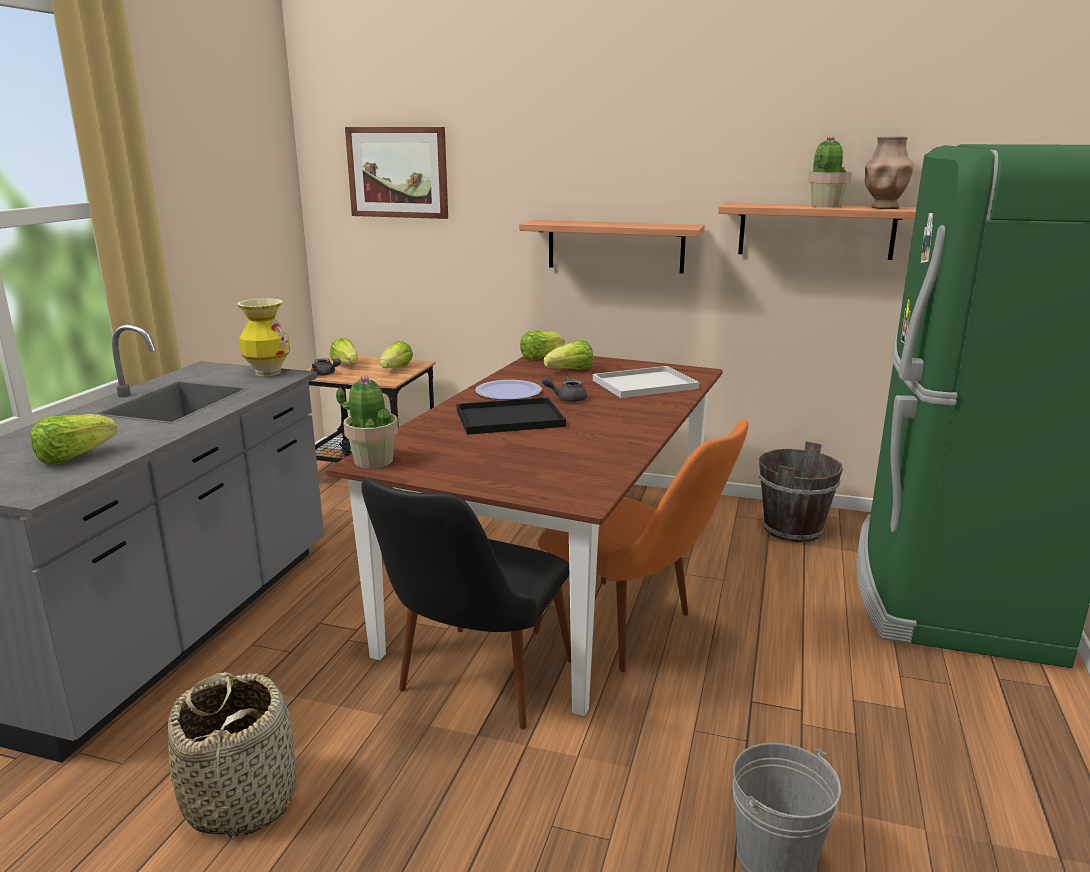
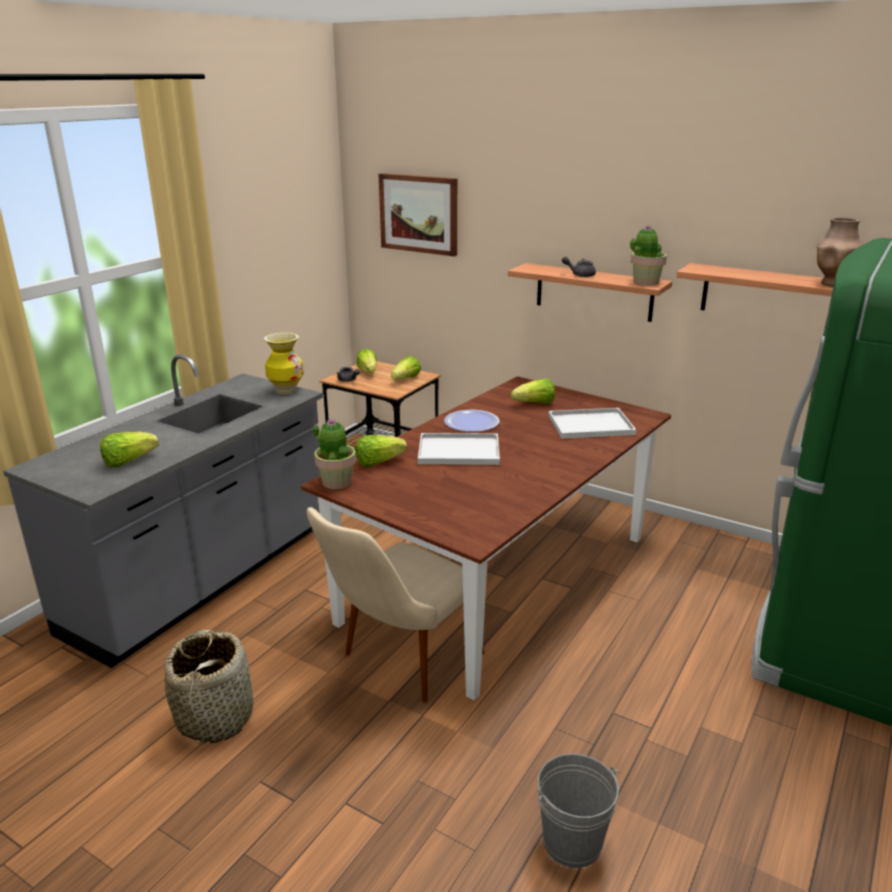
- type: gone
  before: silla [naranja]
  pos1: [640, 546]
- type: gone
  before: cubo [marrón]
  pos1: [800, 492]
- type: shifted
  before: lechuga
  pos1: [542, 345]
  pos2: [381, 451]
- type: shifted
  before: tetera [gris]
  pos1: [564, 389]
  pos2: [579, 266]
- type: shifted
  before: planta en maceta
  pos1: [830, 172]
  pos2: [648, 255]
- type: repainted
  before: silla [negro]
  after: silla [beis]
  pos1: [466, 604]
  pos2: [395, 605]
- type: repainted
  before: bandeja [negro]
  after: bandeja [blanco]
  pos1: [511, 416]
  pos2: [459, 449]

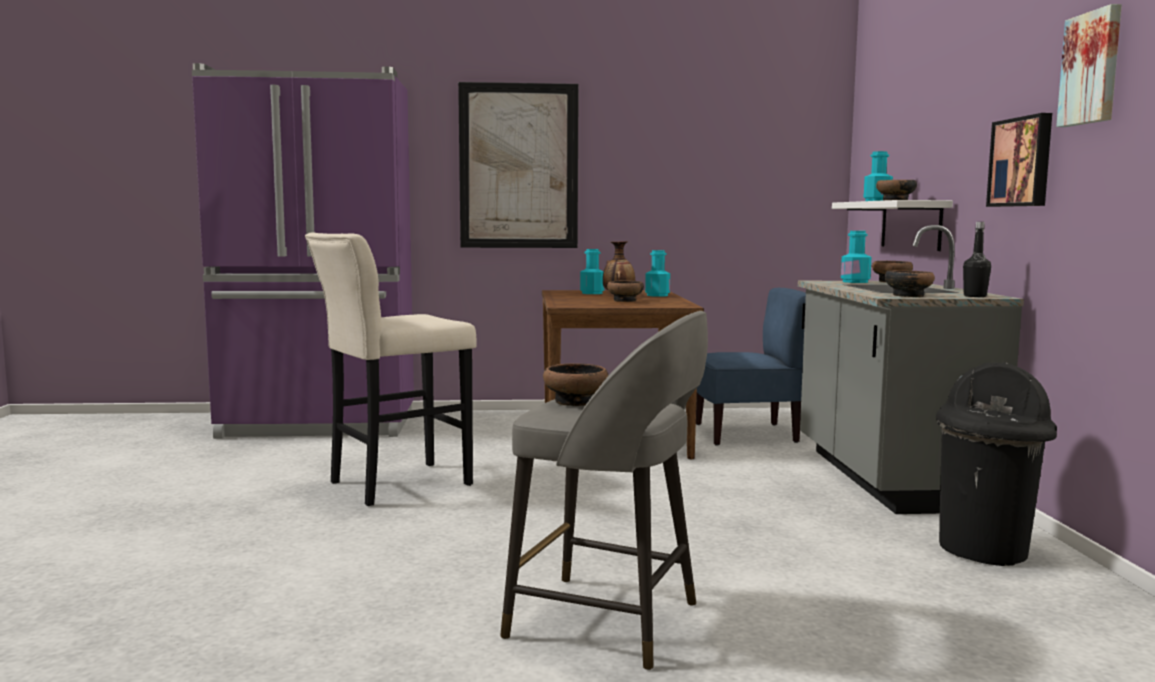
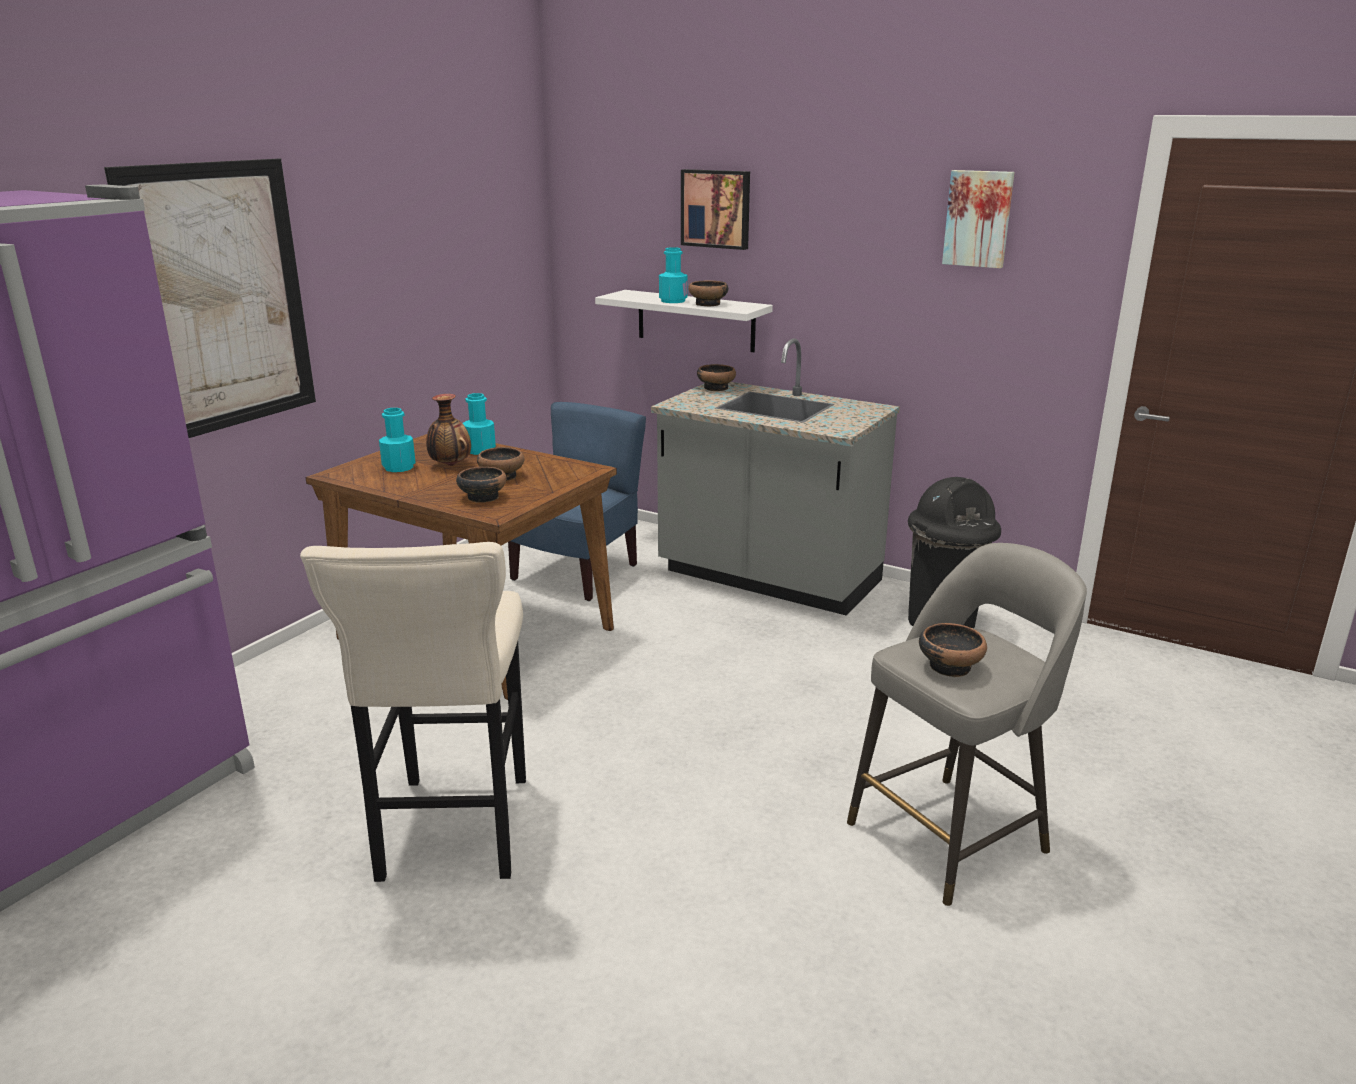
- type: gone
  before: botella [turquesa]
  pos1: [856, 257]
- type: gone
  before: botella [negro]
  pos1: [977, 259]
- type: shifted
  before: cuenco
  pos1: [909, 283]
  pos2: [481, 485]
- type: shifted
  before: cuadro
  pos1: [1019, 160]
  pos2: [715, 209]

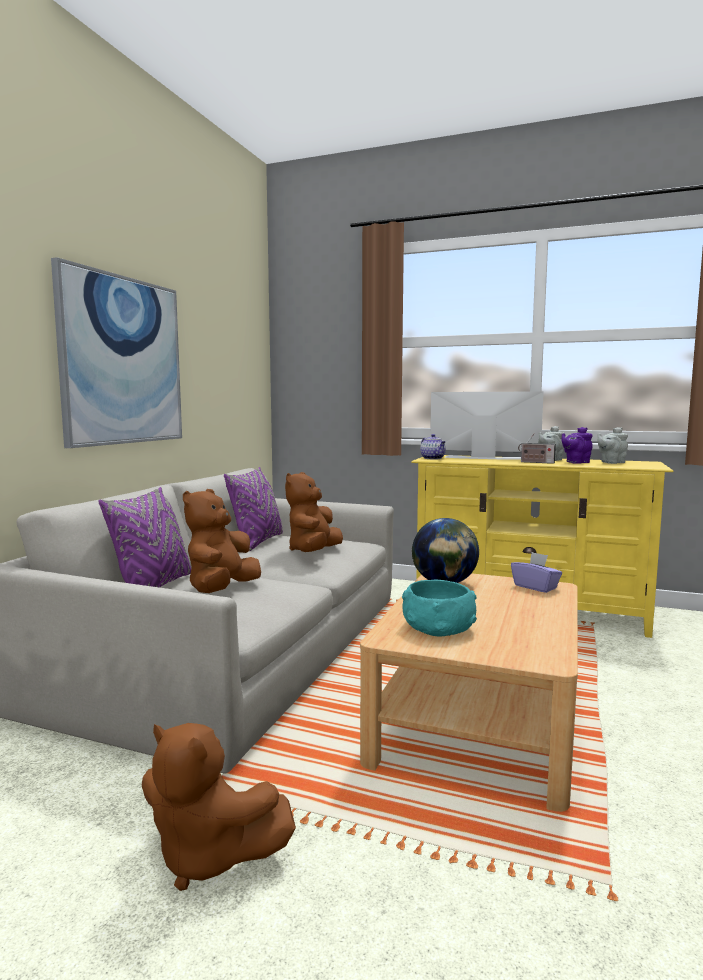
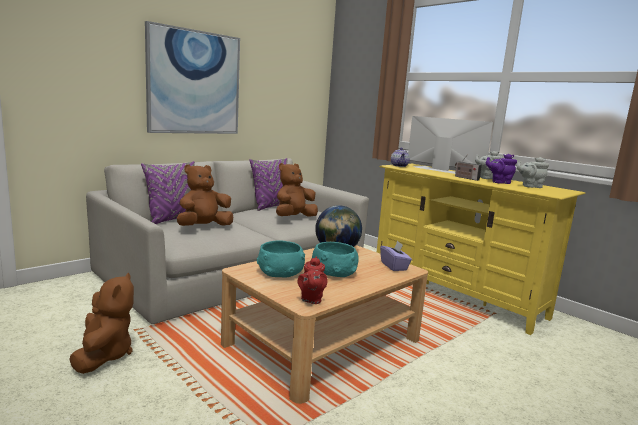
- type: new
  after: tetera [rojo]
  pos2: [313, 280]
- type: new
  after: cuenco [turquesa]
  pos2: [335, 259]
- type: rotated
  before: peluche [marrón]
  pos1: [219, 807]
  pos2: [101, 323]
  turn: -150

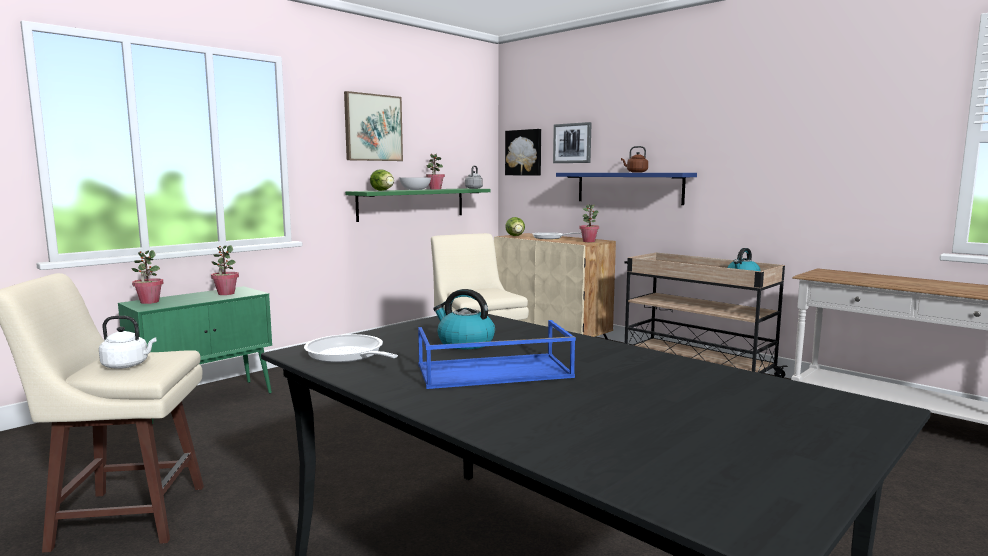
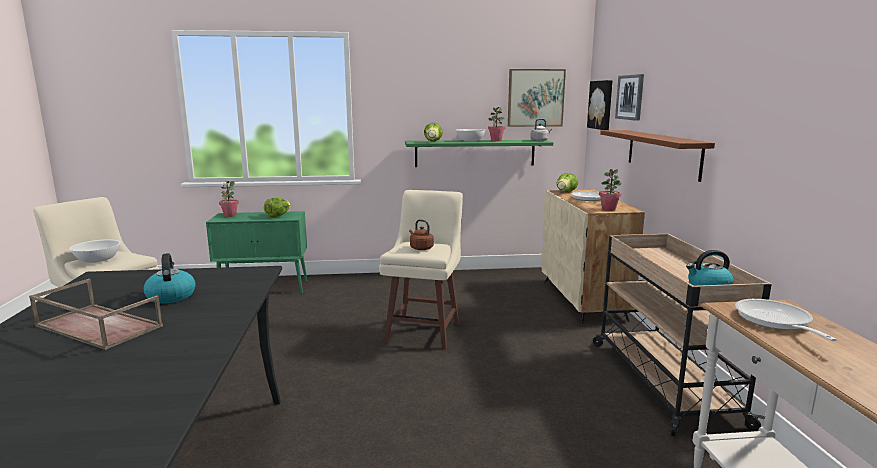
- type: shifted
  before: sartén
  pos1: [351, 348]
  pos2: [786, 320]
- type: shifted
  before: cuadro
  pos1: [373, 126]
  pos2: [537, 98]
- type: shifted
  before: hervidor [marrón]
  pos1: [634, 159]
  pos2: [421, 234]
- type: swapped
  before: hervidor [blanco]
  after: cuenco [blanco]
  pos1: [127, 342]
  pos2: [95, 251]
- type: swapped
  before: planta en maceta
  after: lechuga
  pos1: [225, 270]
  pos2: [277, 208]
- type: repainted
  before: bandeja [azul]
  after: bandeja [marrón]
  pos1: [497, 354]
  pos2: [96, 314]
- type: repainted
  before: estante [azul]
  after: estante [marrón]
  pos1: [626, 189]
  pos2: [657, 156]

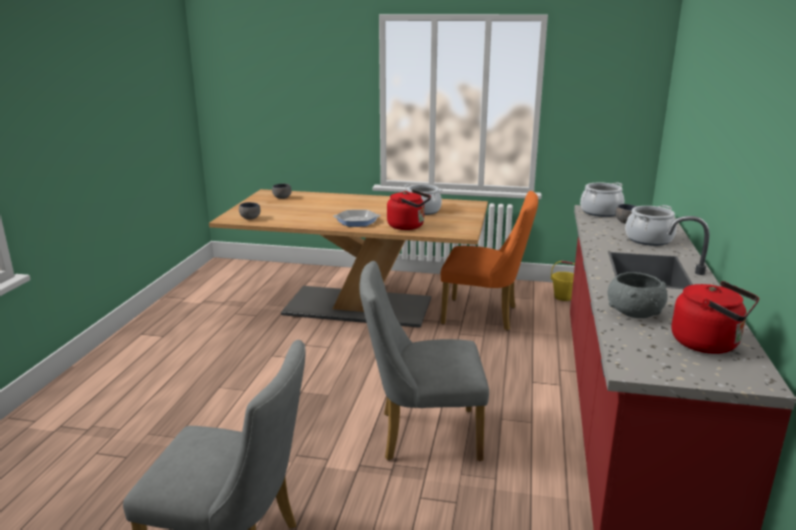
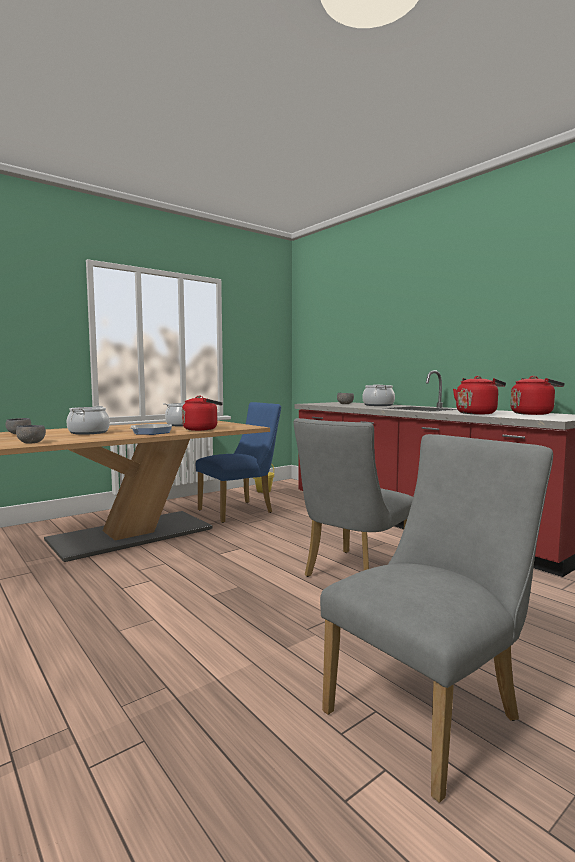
- type: shifted
  before: olla
  pos1: [602, 199]
  pos2: [88, 420]
- type: swapped
  before: cuenco [gris]
  after: hervidor [rojo]
  pos1: [638, 295]
  pos2: [479, 395]
- type: repainted
  before: silla [naranja]
  after: silla [azul]
  pos1: [489, 261]
  pos2: [238, 462]

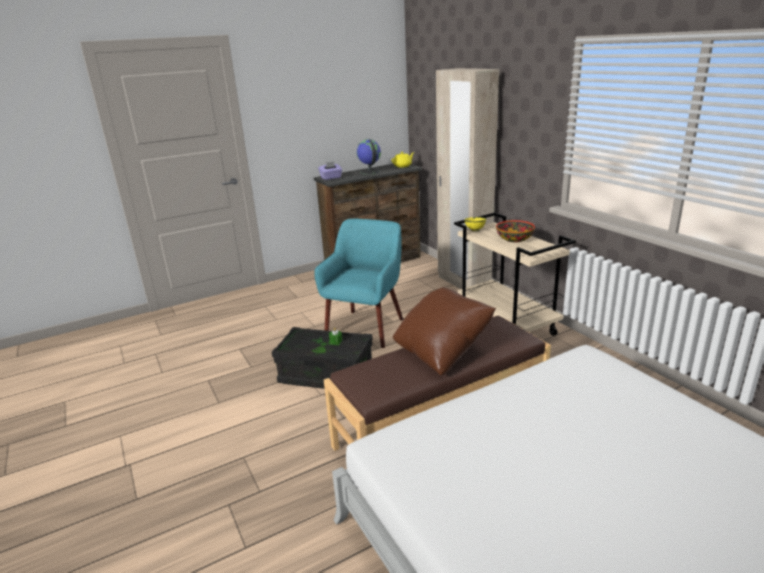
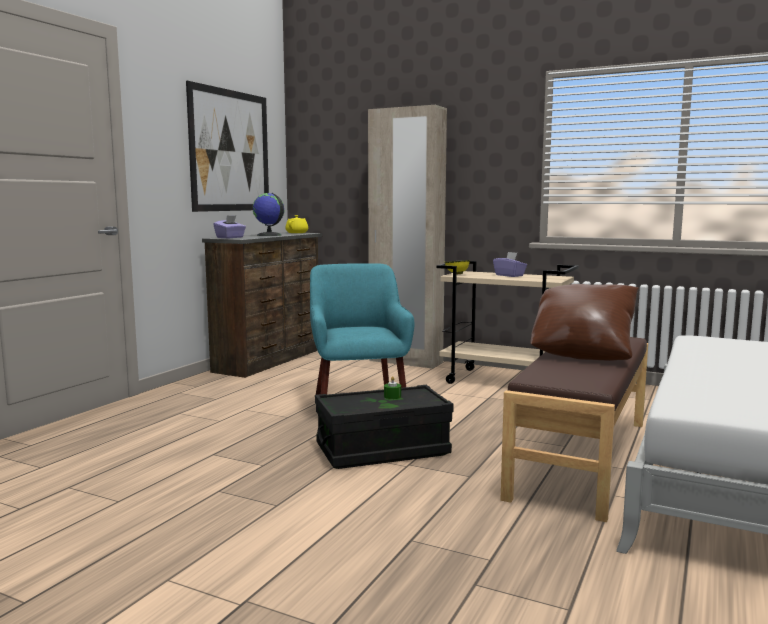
- type: new
  after: cuadro
  pos2: [227, 146]
- type: swapped
  before: cuenco
  after: caja de pañuelos [morado]
  pos1: [515, 231]
  pos2: [510, 264]

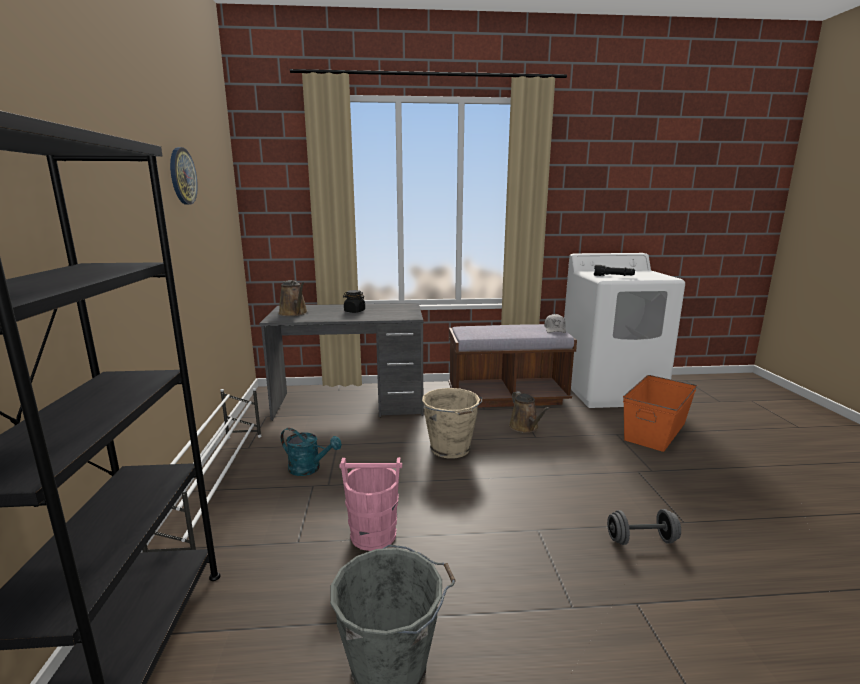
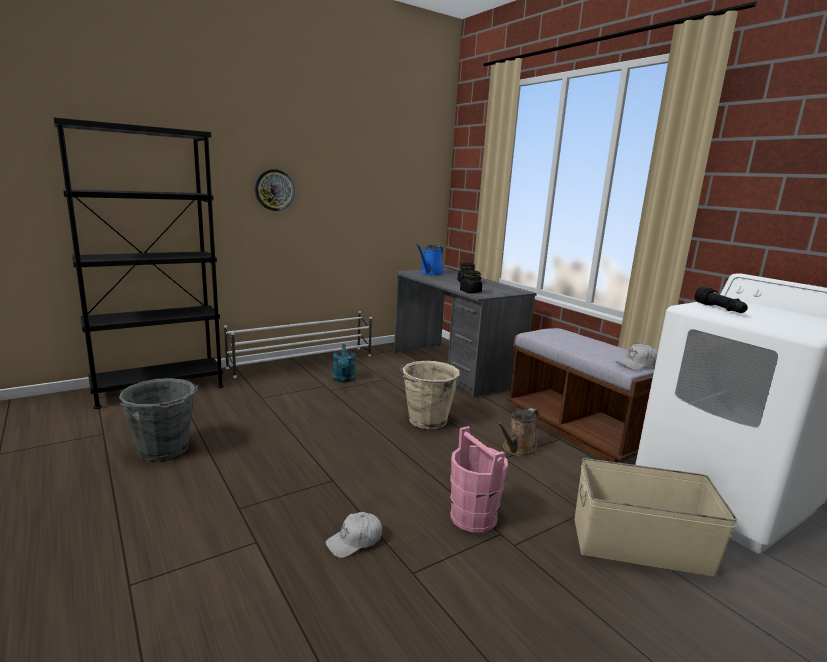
- type: new
  after: tarro [negro]
  pos2: [471, 281]
- type: shifted
  before: reloj de pared
  pos1: [184, 176]
  pos2: [275, 190]
- type: shifted
  before: cubo [rosa]
  pos1: [370, 504]
  pos2: [479, 479]
- type: swapped
  before: mancuerna [gris]
  after: gorra [blanco]
  pos1: [644, 527]
  pos2: [353, 535]
- type: repainted
  before: regadera [marrón]
  after: regadera [azul]
  pos1: [293, 298]
  pos2: [430, 259]
- type: repainted
  before: caja de almacenaje [naranja]
  after: caja de almacenaje [beis]
  pos1: [660, 413]
  pos2: [655, 517]

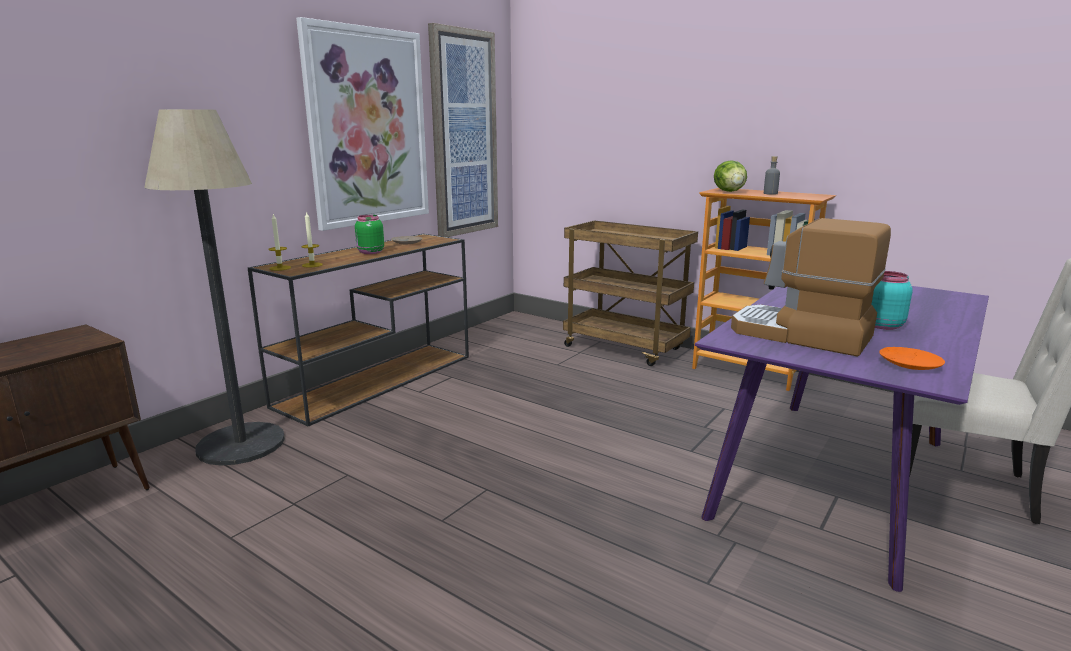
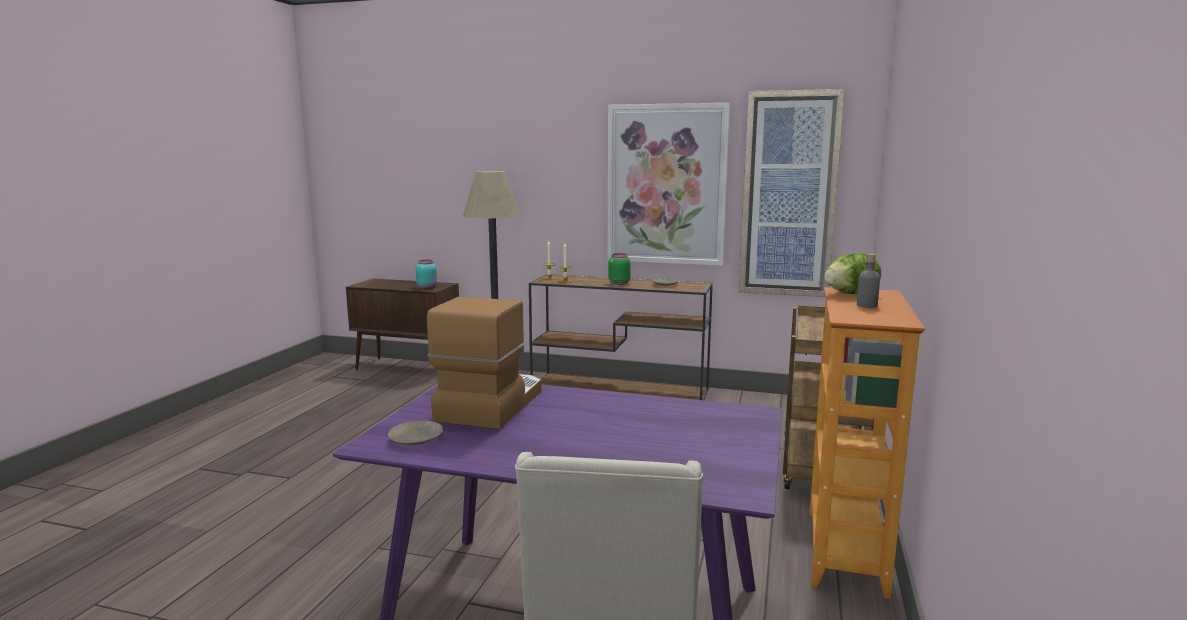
- type: shifted
  before: tarro [turquesa]
  pos1: [892, 300]
  pos2: [426, 274]
- type: repainted
  before: plato [naranja]
  after: plato [beis]
  pos1: [912, 358]
  pos2: [415, 433]

